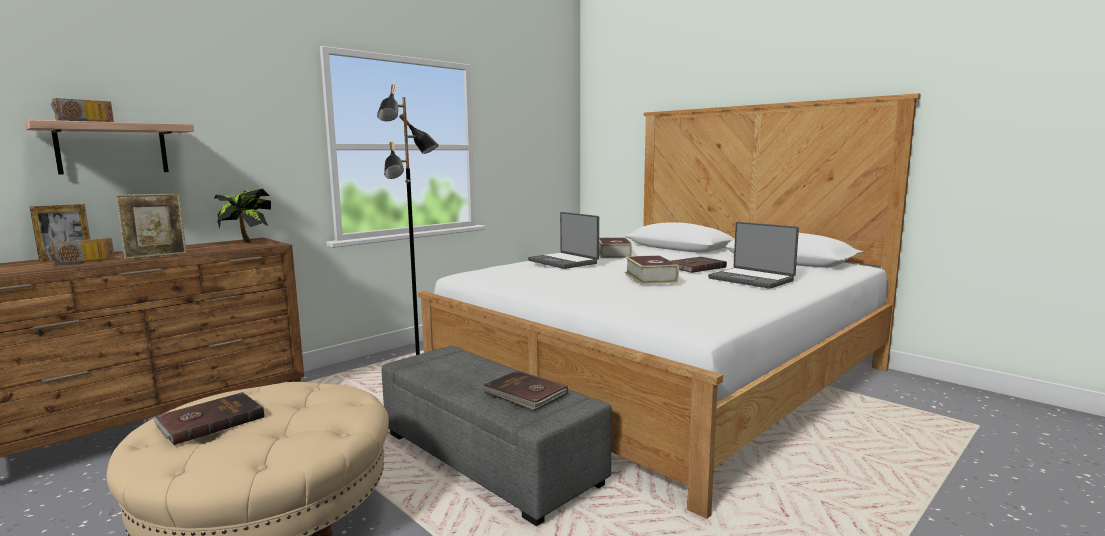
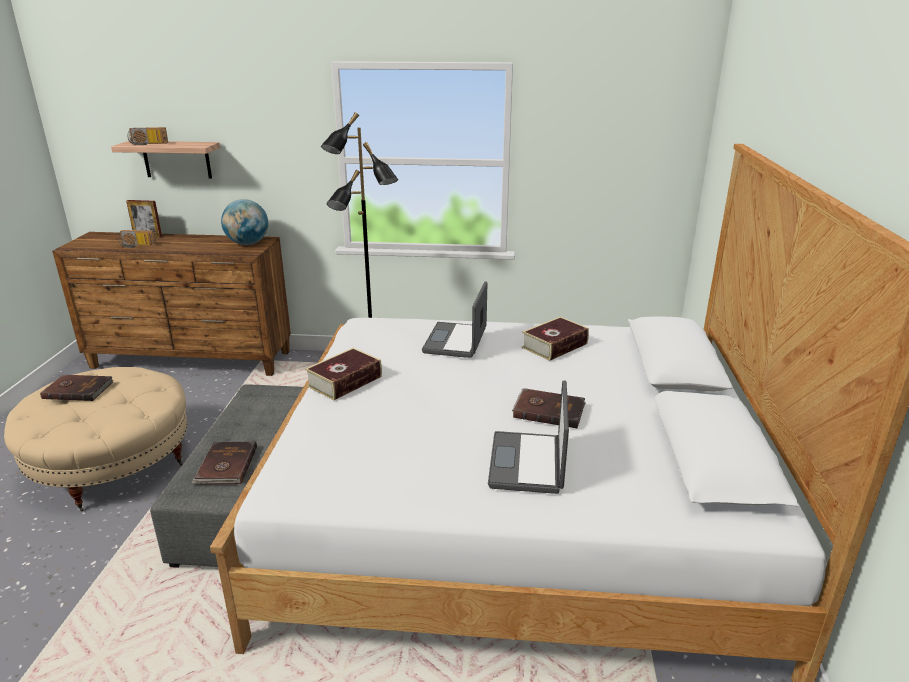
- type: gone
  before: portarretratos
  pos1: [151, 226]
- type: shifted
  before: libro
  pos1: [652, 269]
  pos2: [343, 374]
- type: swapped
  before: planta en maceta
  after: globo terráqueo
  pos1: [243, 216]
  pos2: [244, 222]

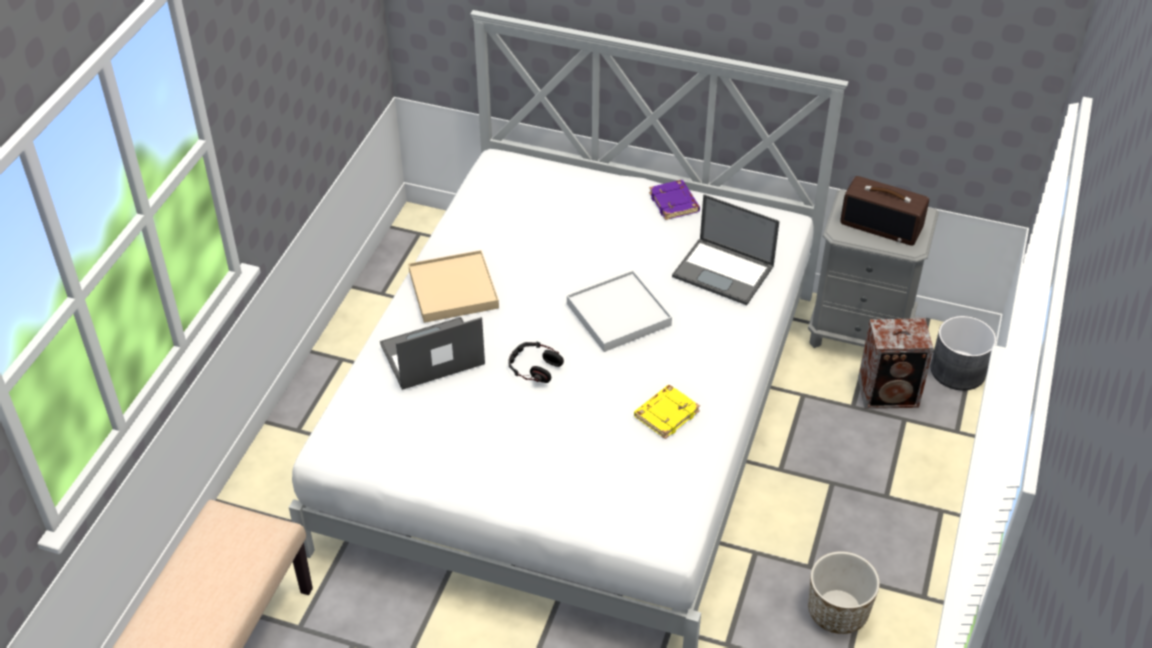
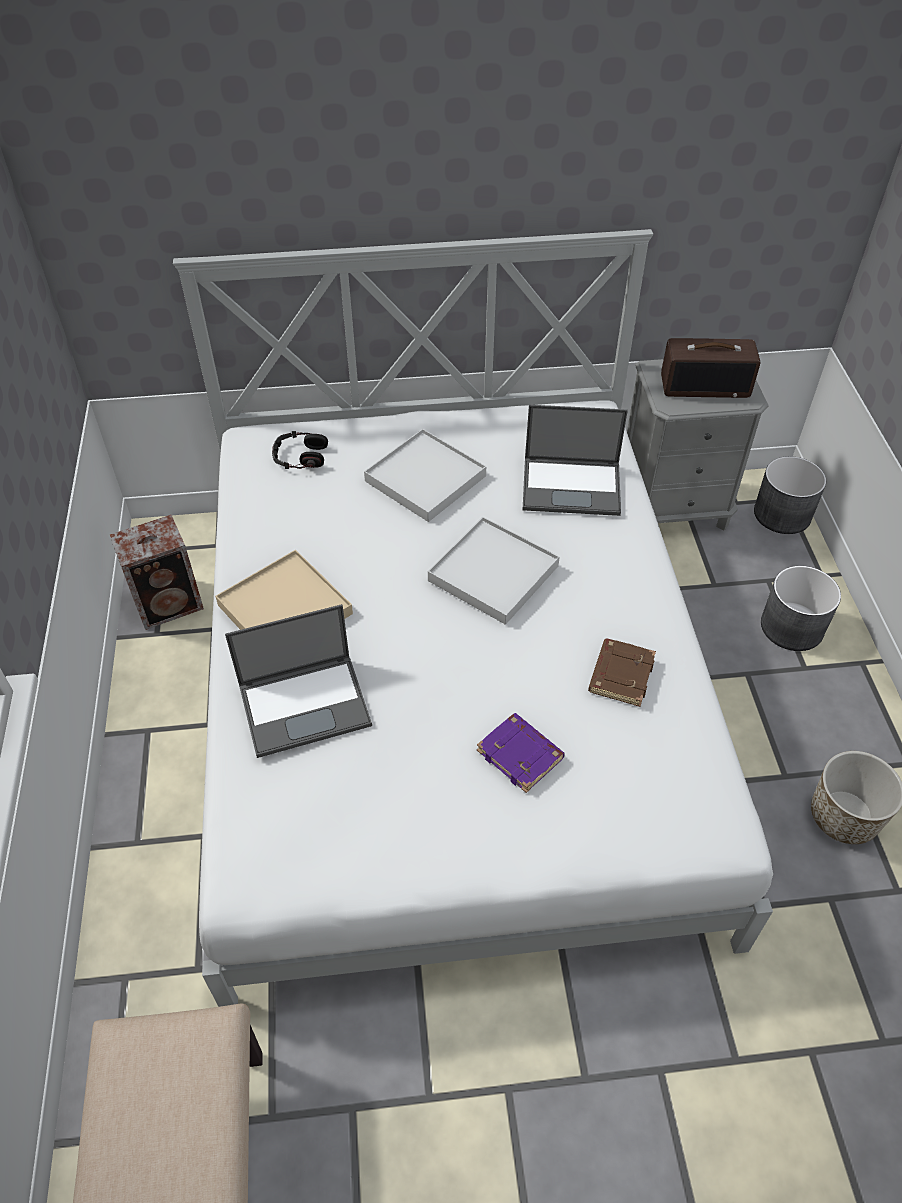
- type: new
  after: bandeja [blanco]
  pos2: [425, 475]
- type: new
  after: maceta [gris]
  pos2: [801, 608]
- type: shifted
  before: auriculares
  pos1: [536, 362]
  pos2: [300, 450]
- type: shifted
  before: libro [morado]
  pos1: [674, 200]
  pos2: [521, 753]
- type: shifted
  before: altavoz
  pos1: [896, 363]
  pos2: [157, 572]
- type: repainted
  before: libro [amarillo]
  after: libro [marrón]
  pos1: [667, 412]
  pos2: [622, 673]
- type: rotated
  before: portátil
  pos1: [432, 353]
  pos2: [298, 681]
  turn: -150

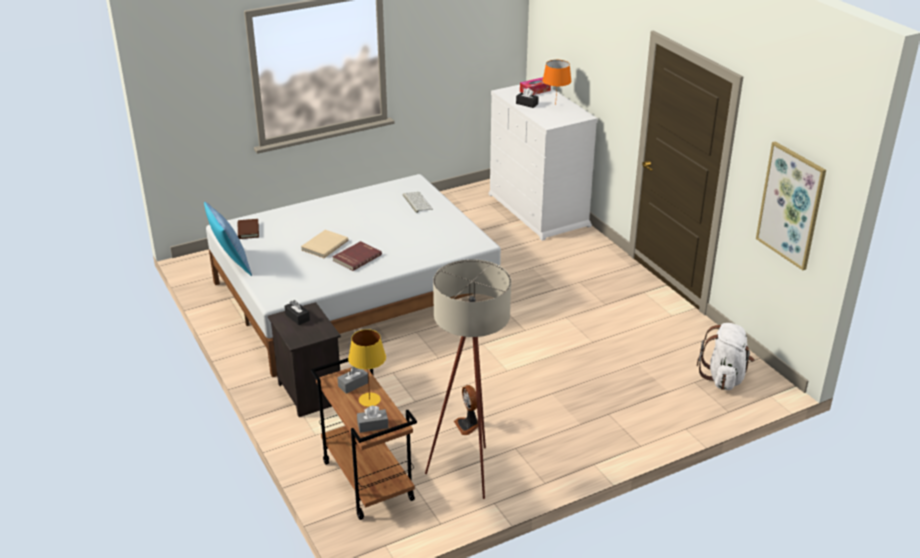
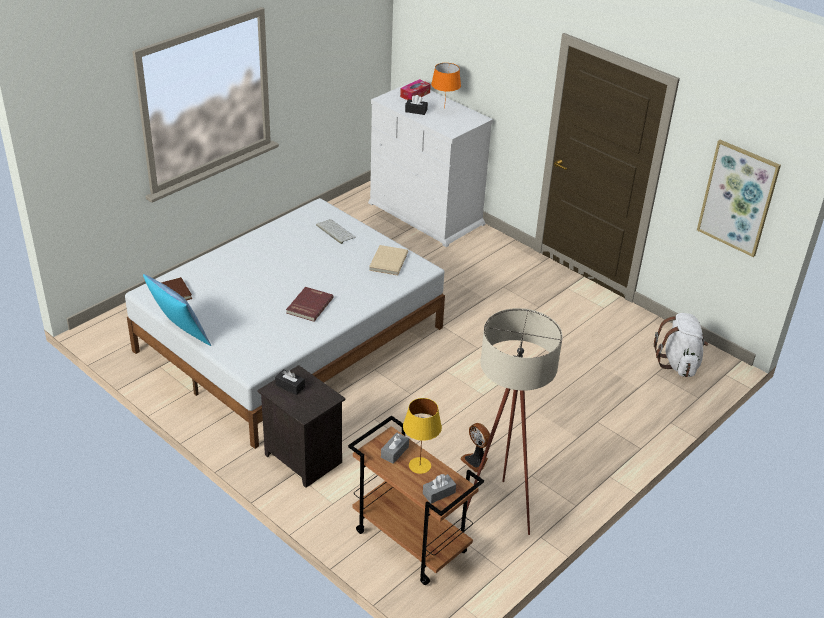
- type: shifted
  before: libro [beis]
  pos1: [325, 244]
  pos2: [388, 260]

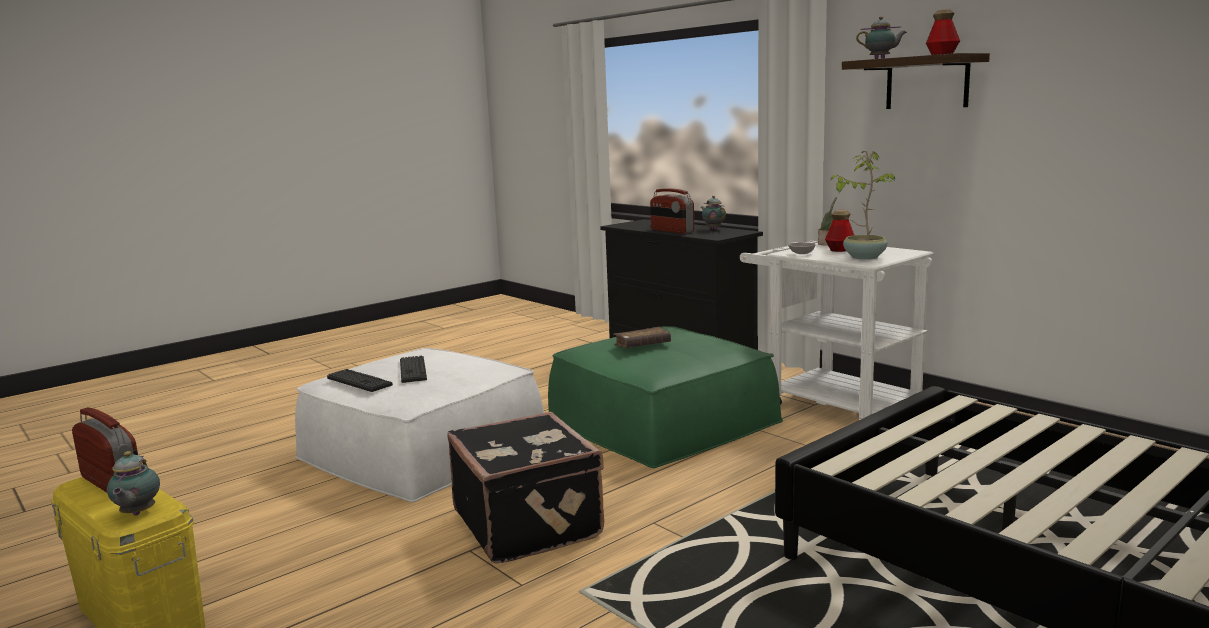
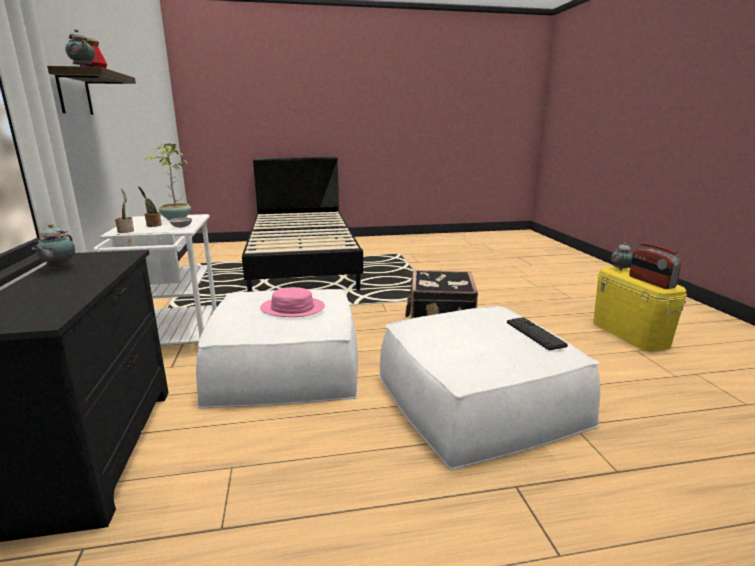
- type: gone
  before: teclado
  pos1: [413, 369]
- type: gone
  before: radio
  pos1: [672, 211]
- type: swapped
  before: libro [marrón]
  after: sombrero [rosa]
  pos1: [642, 337]
  pos2: [292, 302]
- type: swapped
  before: botella
  after: planta en maceta
  pos1: [839, 231]
  pos2: [150, 206]
- type: repainted
  before: puf [verde]
  after: puf [blanco]
  pos1: [665, 397]
  pos2: [277, 349]

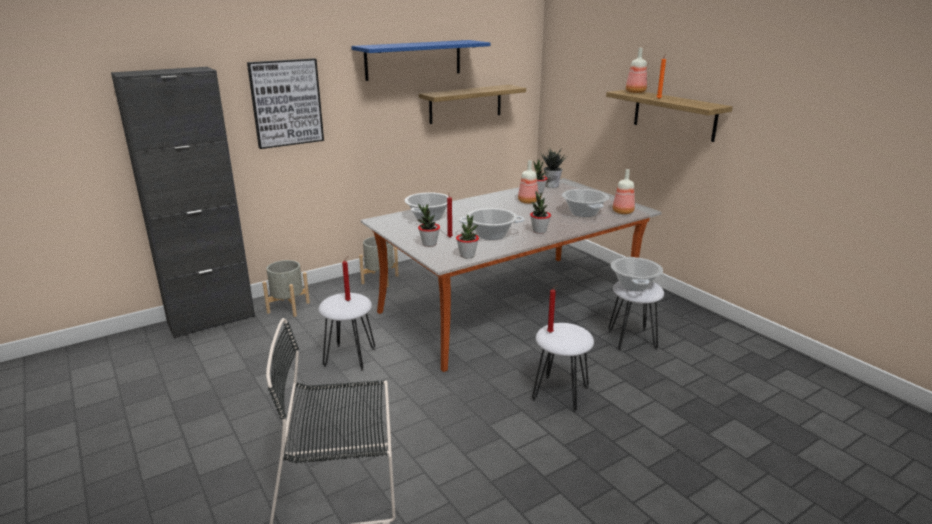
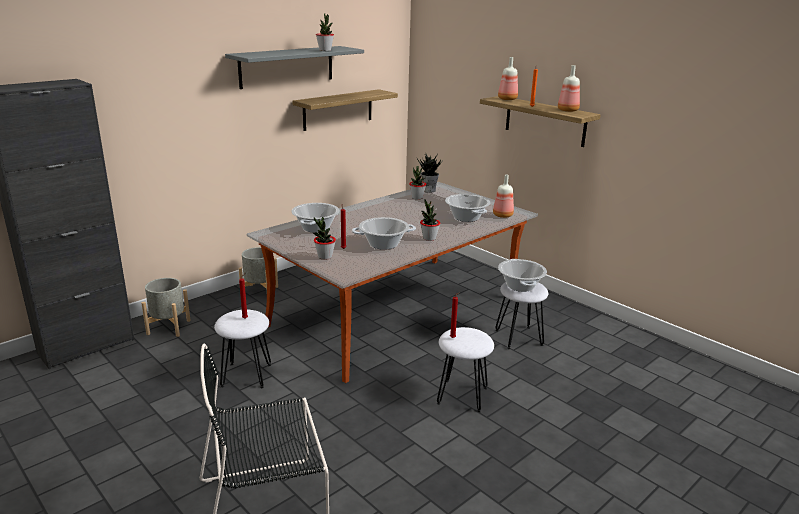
- type: gone
  before: cuadro
  pos1: [285, 103]
- type: shifted
  before: planta en maceta
  pos1: [467, 237]
  pos2: [325, 32]
- type: shifted
  before: botella
  pos1: [528, 182]
  pos2: [569, 88]
- type: repainted
  before: estante [azul]
  after: estante [gris]
  pos1: [420, 60]
  pos2: [294, 67]

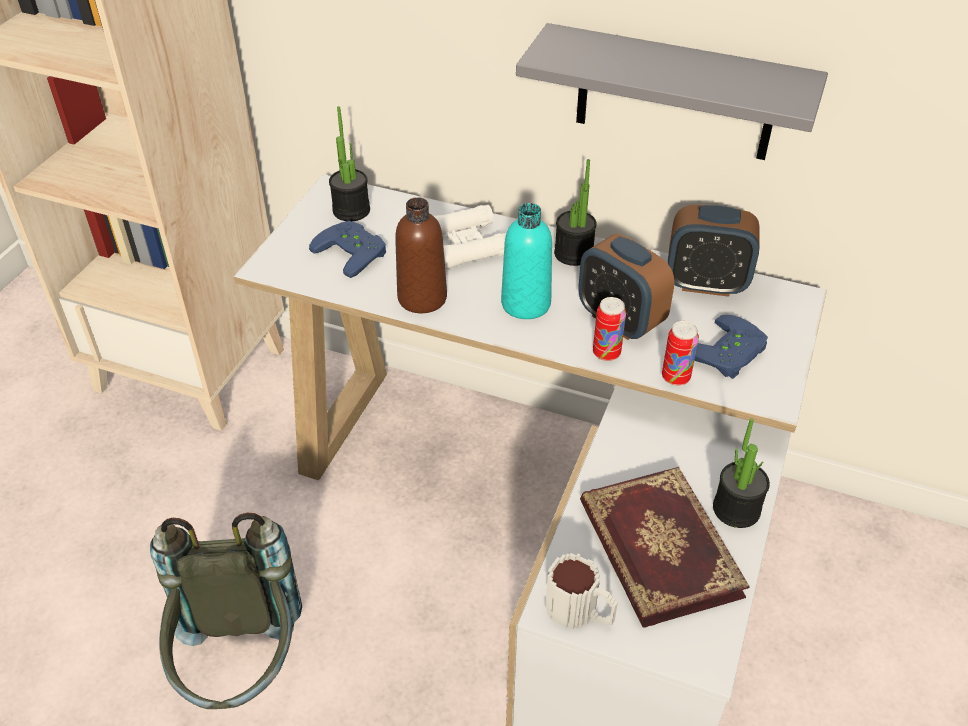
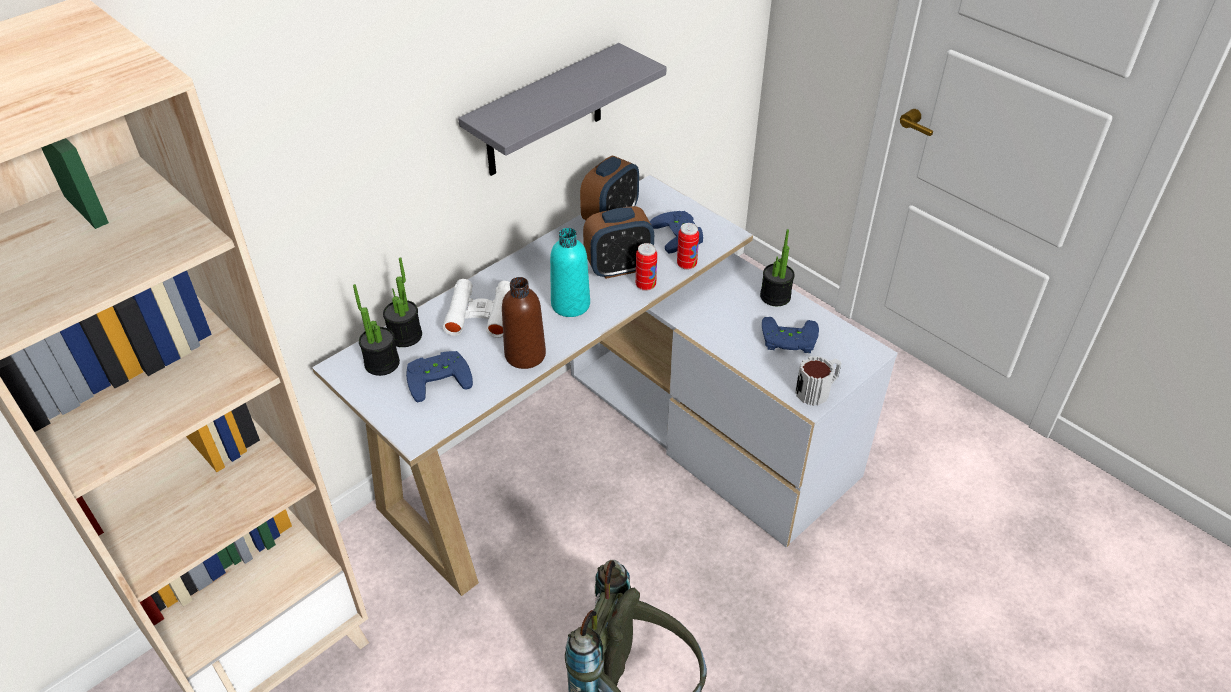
- type: shifted
  before: planta en maceta
  pos1: [575, 212]
  pos2: [402, 302]
- type: swapped
  before: libro
  after: mando de consola [azul]
  pos1: [665, 547]
  pos2: [790, 335]

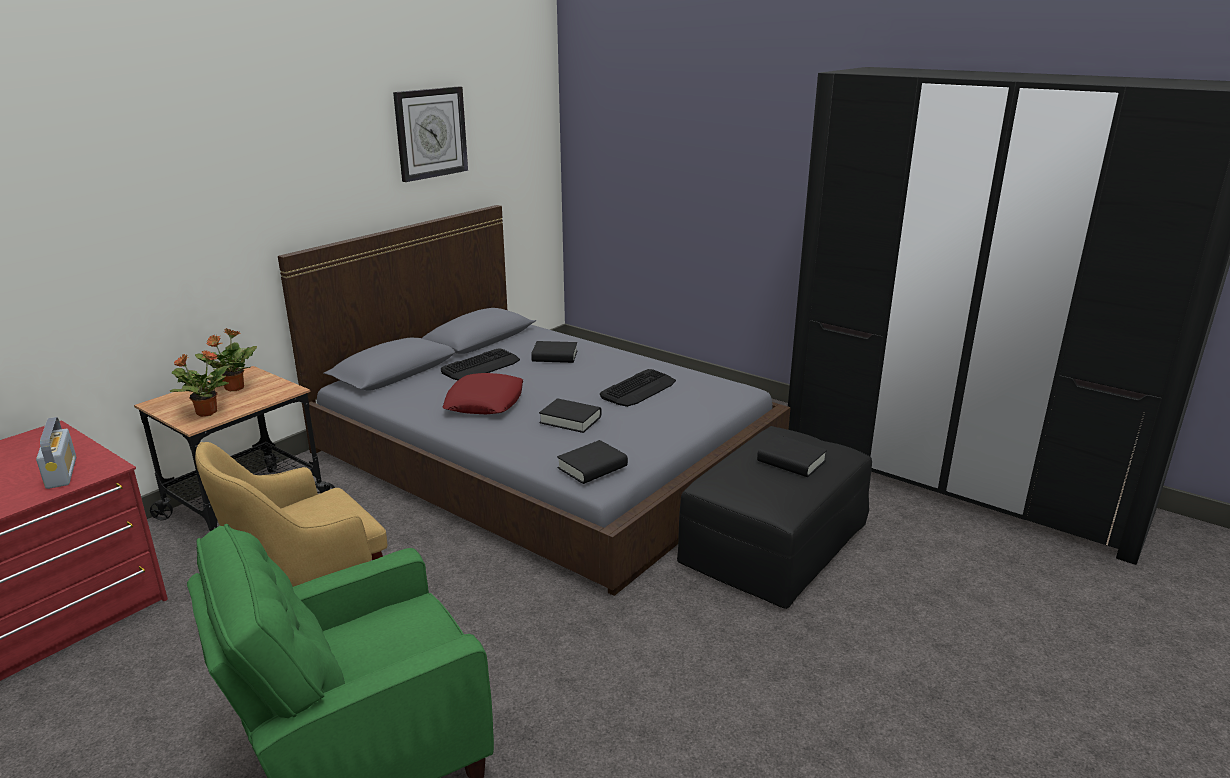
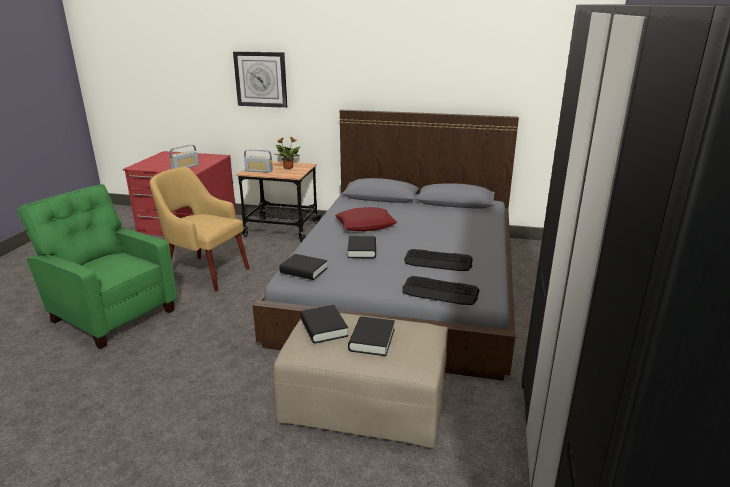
- type: shifted
  before: reloj de pared
  pos1: [430, 134]
  pos2: [260, 79]
- type: shifted
  before: teclado
  pos1: [480, 364]
  pos2: [441, 290]
- type: shifted
  before: libro [negro]
  pos1: [554, 352]
  pos2: [324, 324]
- type: swapped
  before: planta en maceta
  after: radio
  pos1: [199, 383]
  pos2: [258, 161]
- type: repainted
  before: puf [negro]
  after: puf [beis]
  pos1: [774, 517]
  pos2: [361, 380]

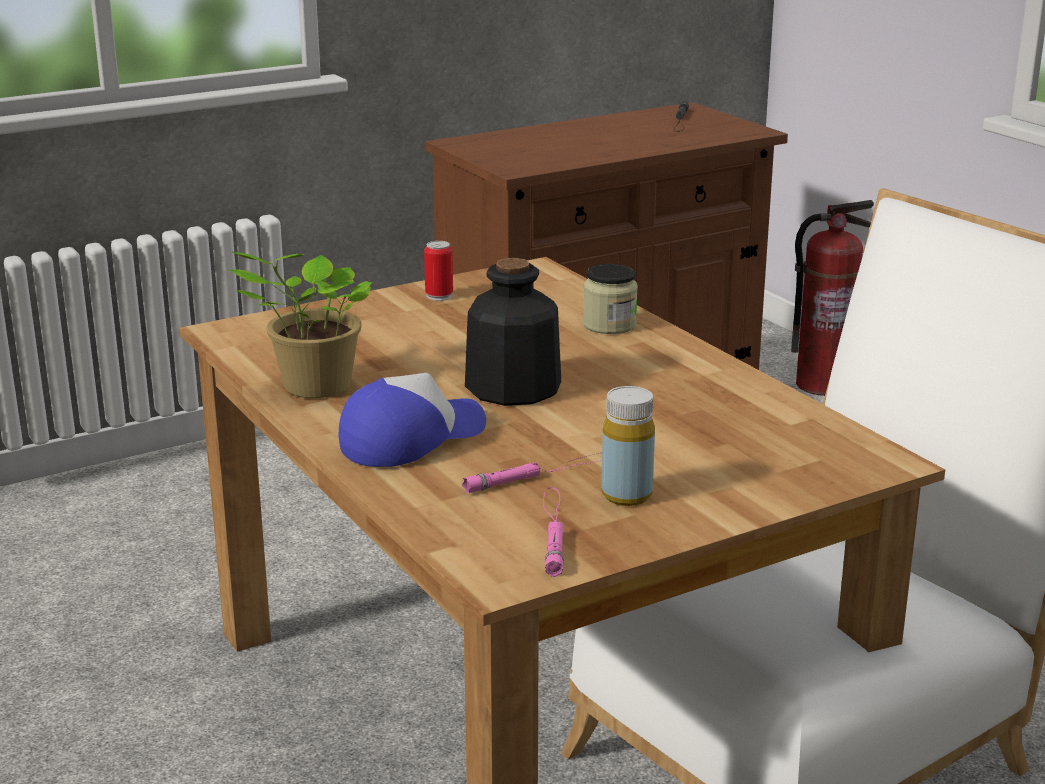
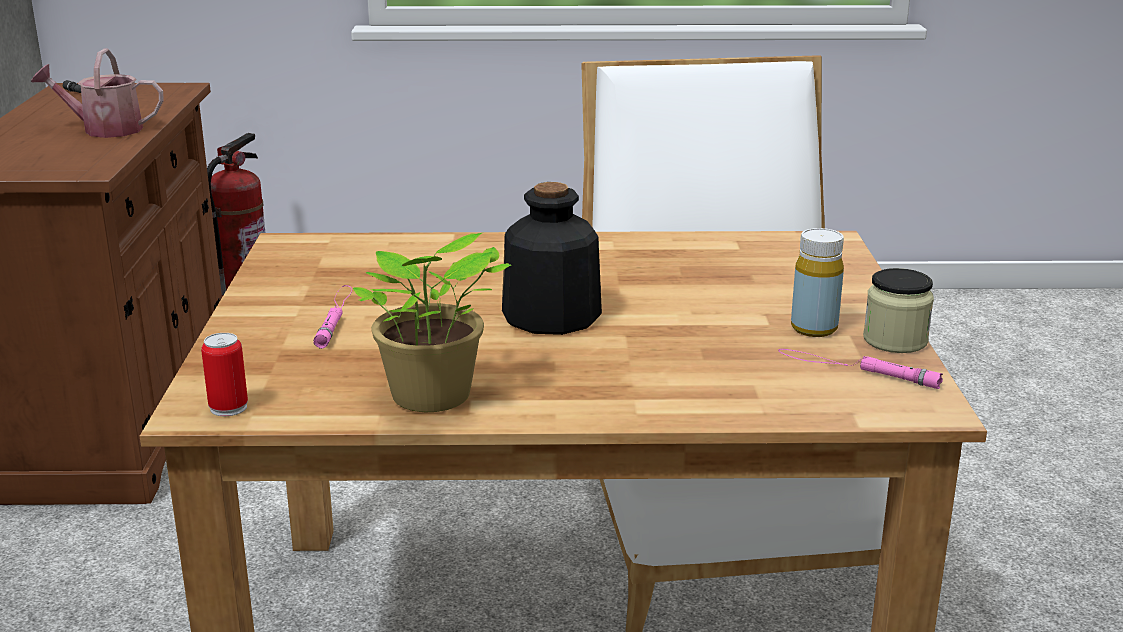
- type: gone
  before: gorra
  pos1: [412, 420]
- type: new
  after: regadera
  pos2: [97, 93]
- type: shifted
  before: lata
  pos1: [438, 271]
  pos2: [224, 374]
- type: shifted
  before: linterna [rosa]
  pos1: [531, 473]
  pos2: [332, 317]
- type: shifted
  before: tarro
  pos1: [610, 299]
  pos2: [898, 310]

